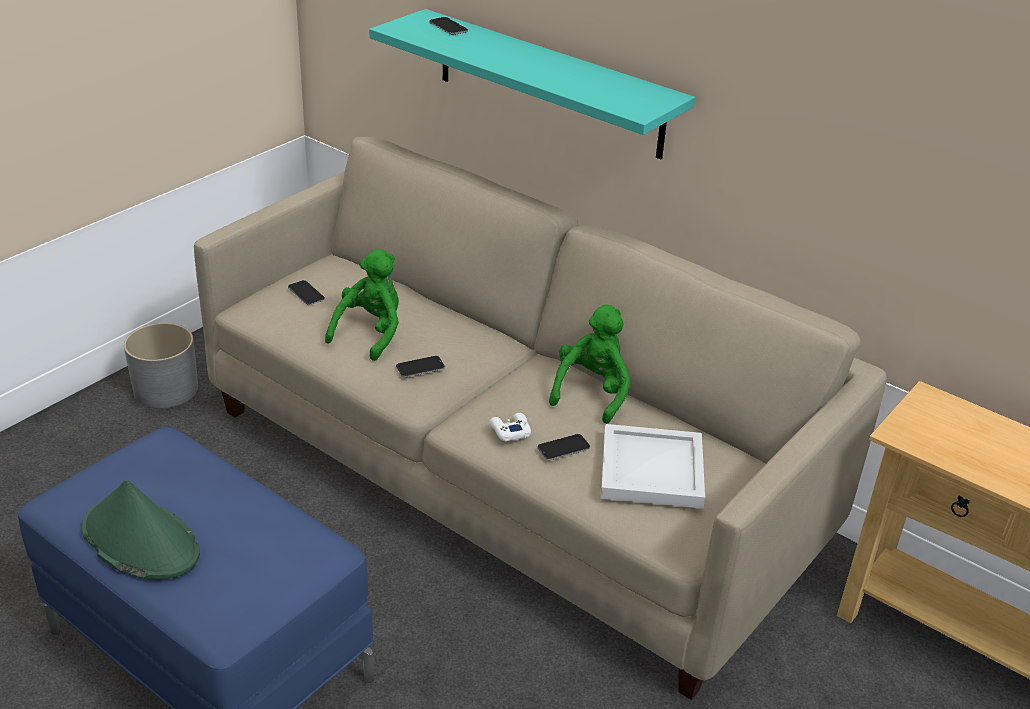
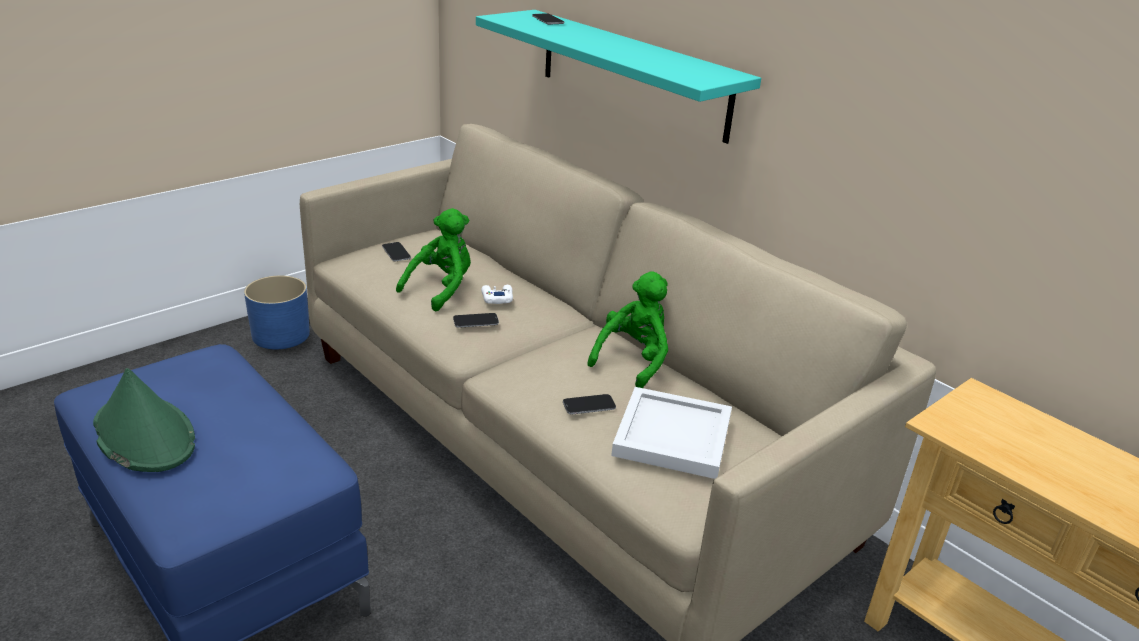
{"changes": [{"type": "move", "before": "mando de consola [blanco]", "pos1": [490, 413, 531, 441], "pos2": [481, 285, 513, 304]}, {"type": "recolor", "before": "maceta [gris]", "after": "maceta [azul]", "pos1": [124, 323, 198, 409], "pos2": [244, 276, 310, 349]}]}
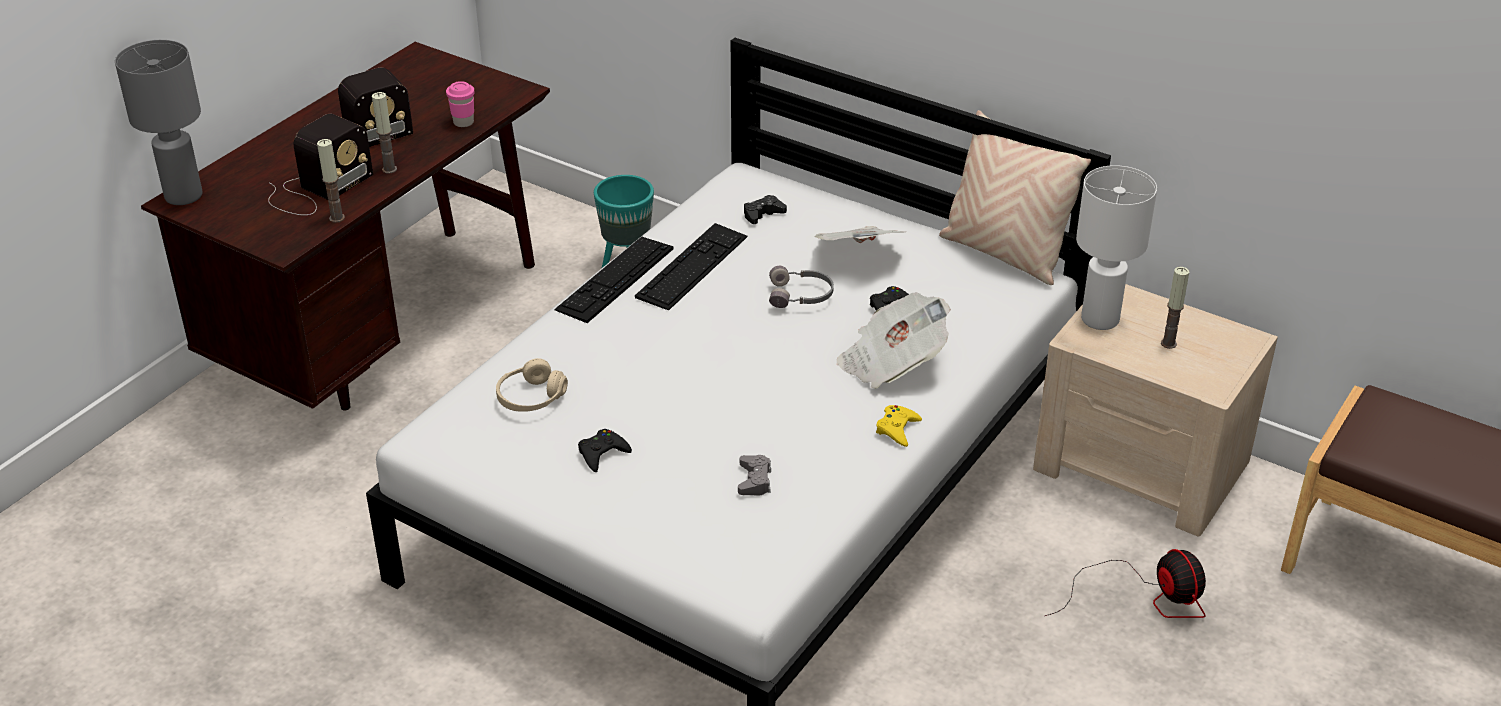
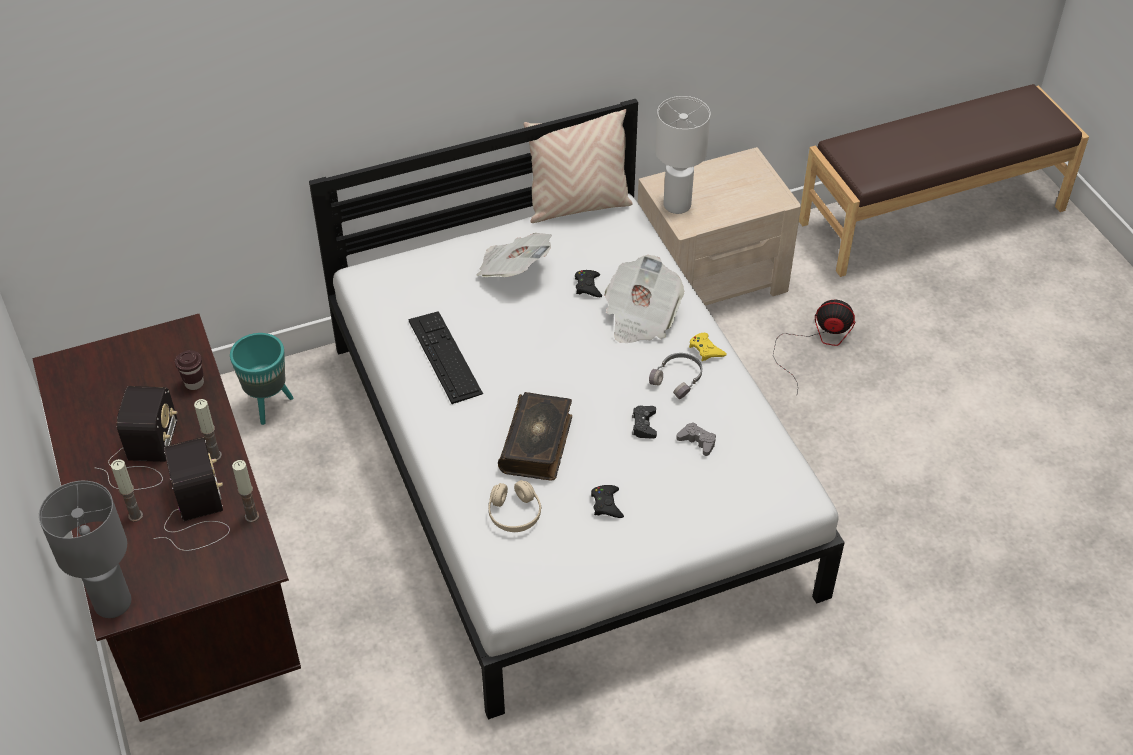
{"changes": [{"type": "delete", "before": "teclado", "pos1": [554, 237, 673, 323]}, {"type": "insert", "after": "libro", "pos2": [498, 392, 572, 480]}, {"type": "move", "before": "mando de consola [negro]", "pos1": [744, 195, 787, 224], "pos2": [632, 405, 657, 439]}, {"type": "move", "before": "auriculares [gris]", "pos1": [769, 266, 834, 308], "pos2": [649, 353, 702, 399]}, {"type": "move", "before": "vela", "pos1": [1161, 267, 1189, 349], "pos2": [111, 459, 143, 522]}, {"type": "recolor", "before": "taza [rosa]", "after": "taza [marrón]", "pos1": [446, 81, 475, 127], "pos2": [175, 350, 204, 390]}]}
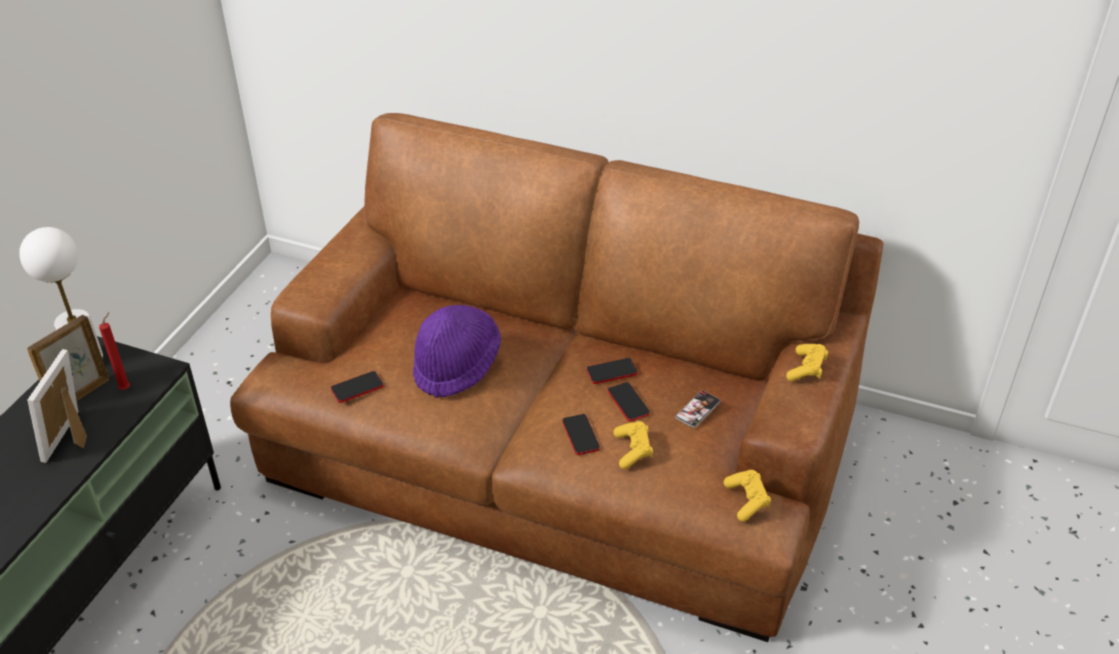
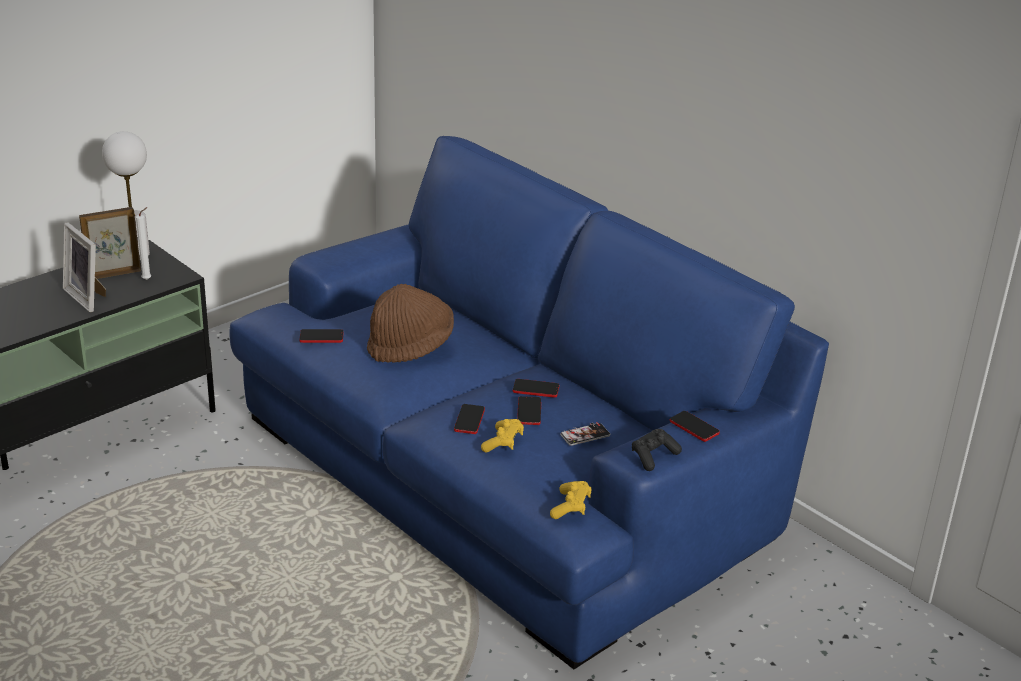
{"changes": [{"type": "insert", "after": "mando de consola [negro]", "pos2": [632, 429, 682, 471]}, {"type": "replace", "before": "mando de consola [amarillo]", "after": "móvil", "pos1": [786, 344, 828, 382], "pos2": [670, 411, 720, 442]}, {"type": "recolor", "before": "vela [rojo]", "after": "vela [blanco]", "pos1": [99, 312, 130, 390], "pos2": [136, 207, 151, 280]}, {"type": "recolor", "before": "sofá [marrón]", "after": "sofá [azul]", "pos1": [230, 113, 884, 642], "pos2": [229, 136, 829, 669]}, {"type": "recolor", "before": "sombrero [morado]", "after": "sombrero [marrón]", "pos1": [413, 305, 501, 398], "pos2": [367, 284, 454, 363]}, {"type": "rotate", "before": "portarretratos", "pos1": [27, 349, 87, 463], "pos2": [63, 222, 106, 312], "turn": -75}]}
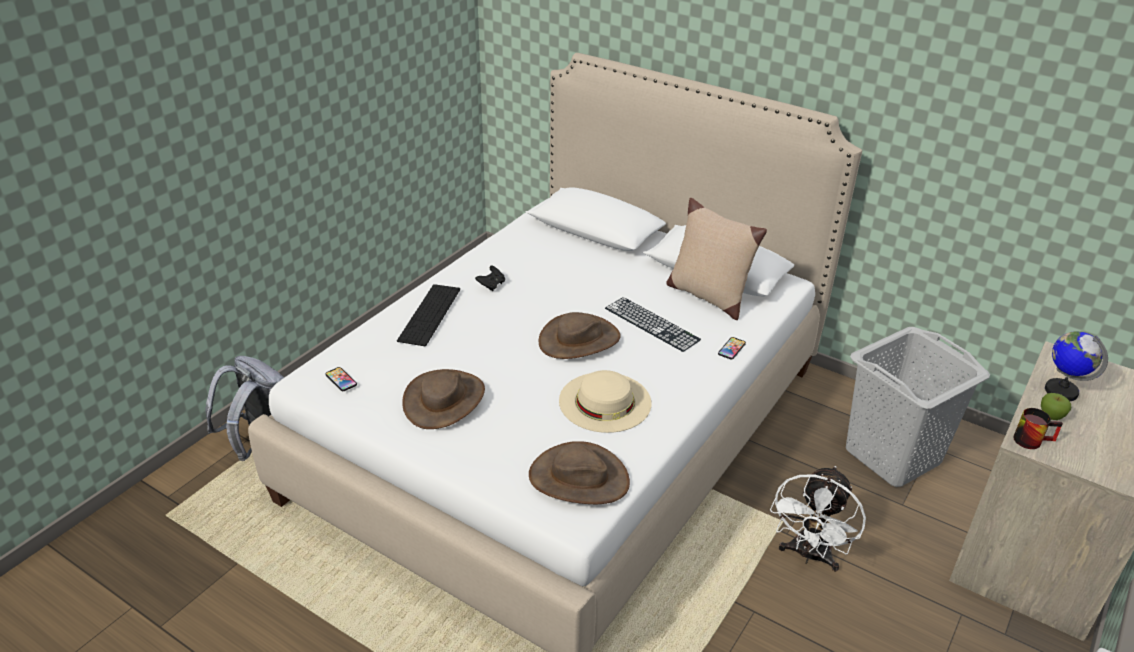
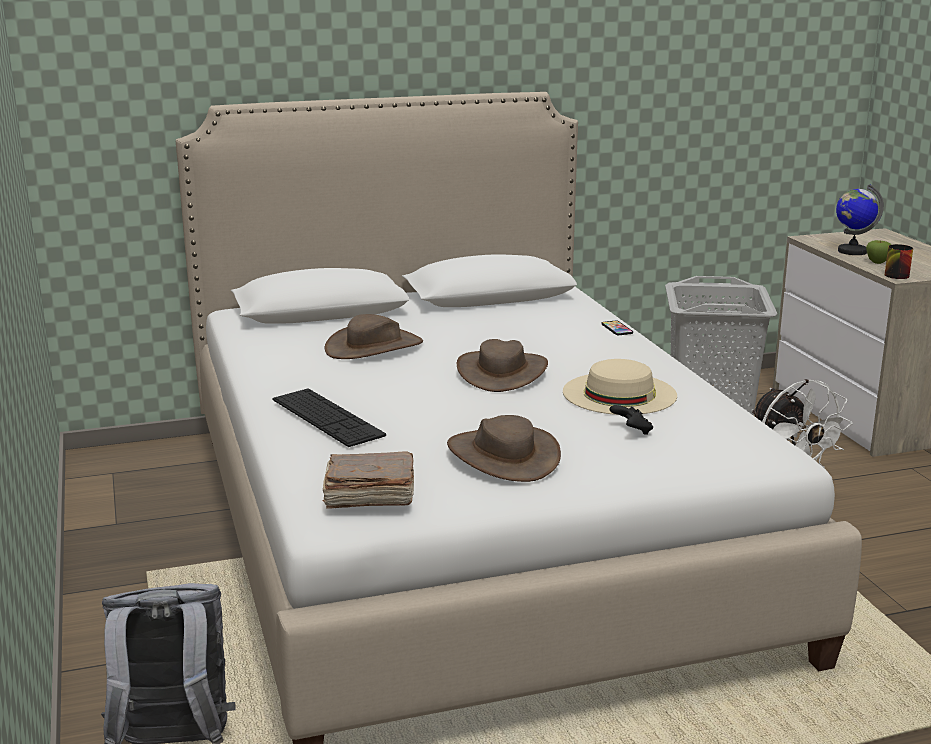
{"changes": [{"type": "delete", "before": "teclado", "pos1": [605, 297, 701, 352]}, {"type": "delete", "before": "cojín [beis]", "pos1": [666, 198, 767, 320]}, {"type": "move", "before": "mando de consola [negro]", "pos1": [475, 266, 505, 291], "pos2": [609, 405, 653, 435]}, {"type": "move", "before": "sombrero [marrón]", "pos1": [529, 441, 630, 504], "pos2": [325, 314, 423, 359]}, {"type": "replace", "before": "móvil", "after": "libro [marrón]", "pos1": [325, 367, 357, 391], "pos2": [322, 451, 414, 509]}]}
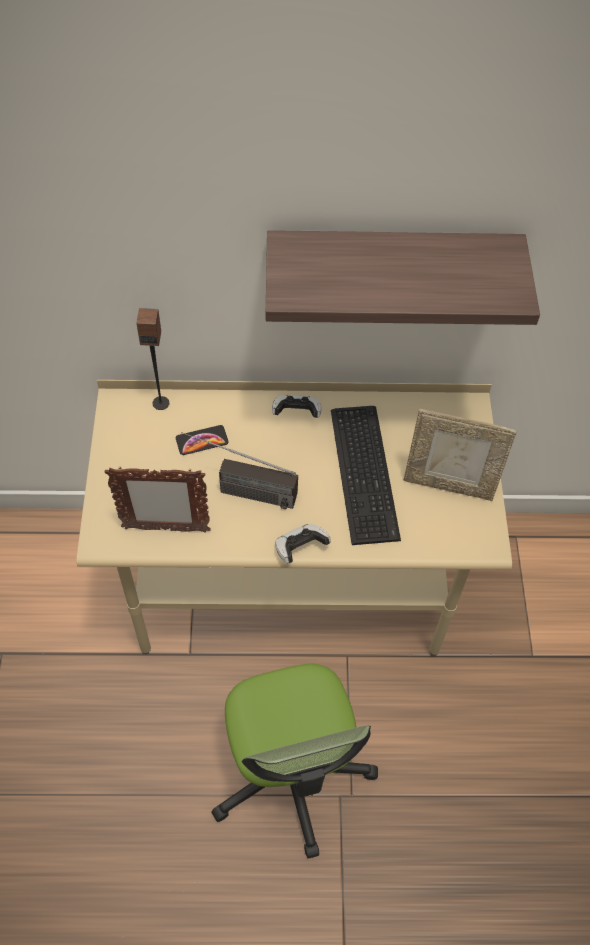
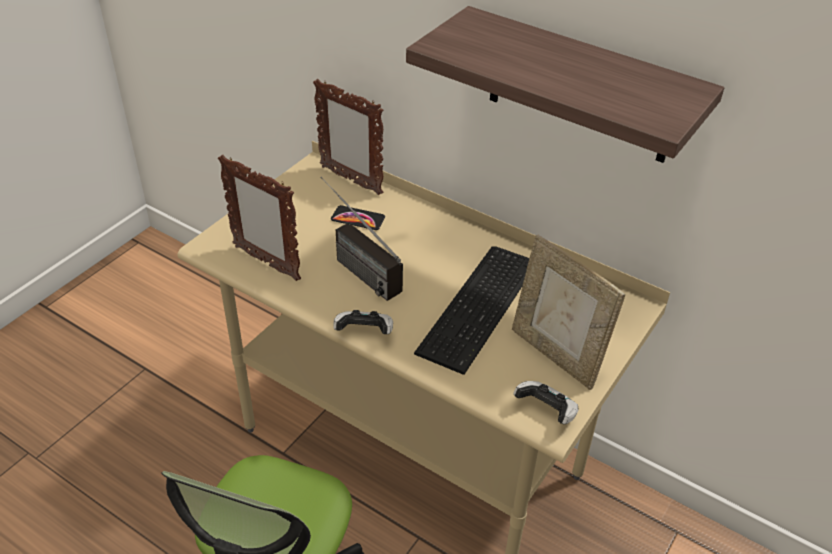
{"changes": [{"type": "move", "before": "mando de consola", "pos1": [272, 395, 322, 418], "pos2": [513, 381, 579, 424]}, {"type": "replace", "before": "altavoz", "after": "portarretratos", "pos1": [136, 308, 169, 410], "pos2": [313, 79, 383, 195]}]}
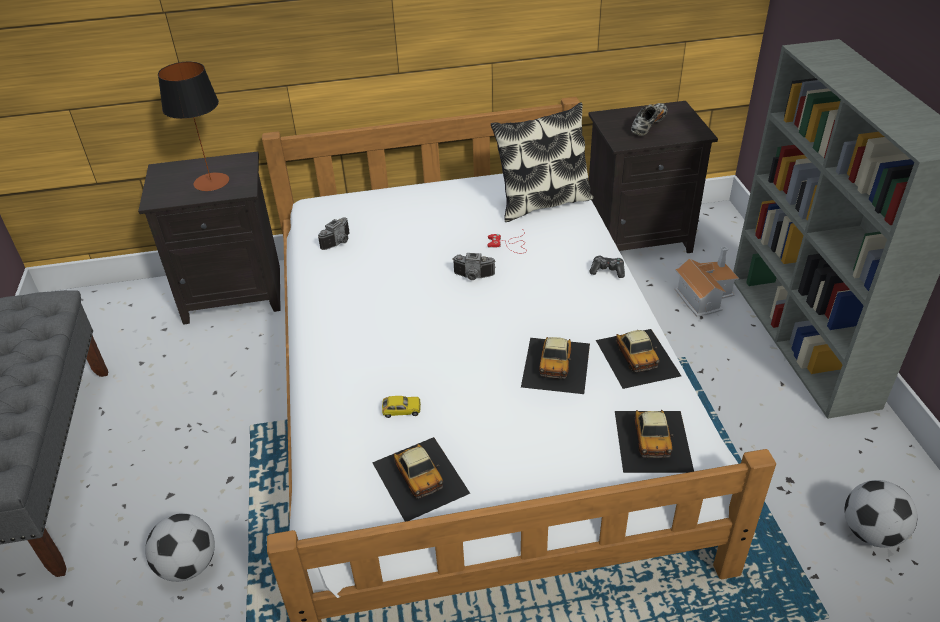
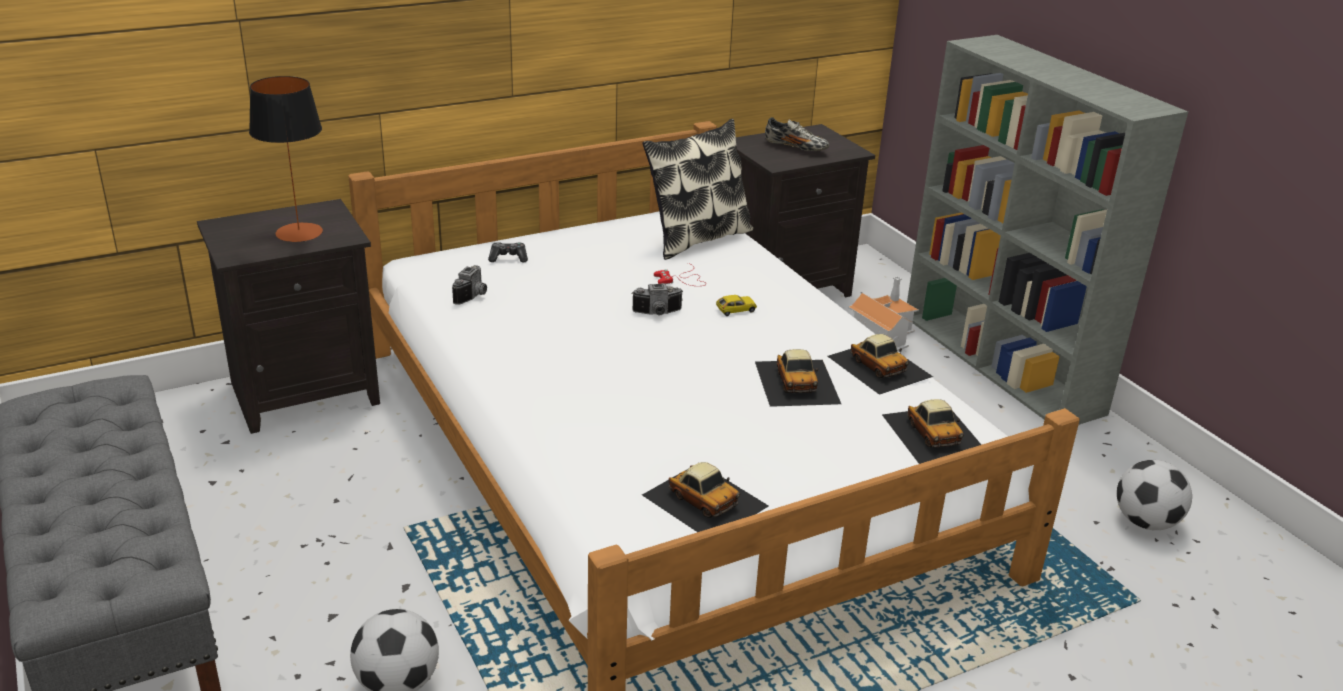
{"changes": [{"type": "move", "before": "coche de juguete", "pos1": [382, 396, 421, 418], "pos2": [716, 295, 757, 316]}, {"type": "move", "before": "mando de consola", "pos1": [589, 256, 625, 278], "pos2": [488, 242, 528, 262]}, {"type": "rotate", "before": "zapato", "pos1": [631, 103, 668, 136], "pos2": [765, 117, 829, 151], "turn": 105}]}
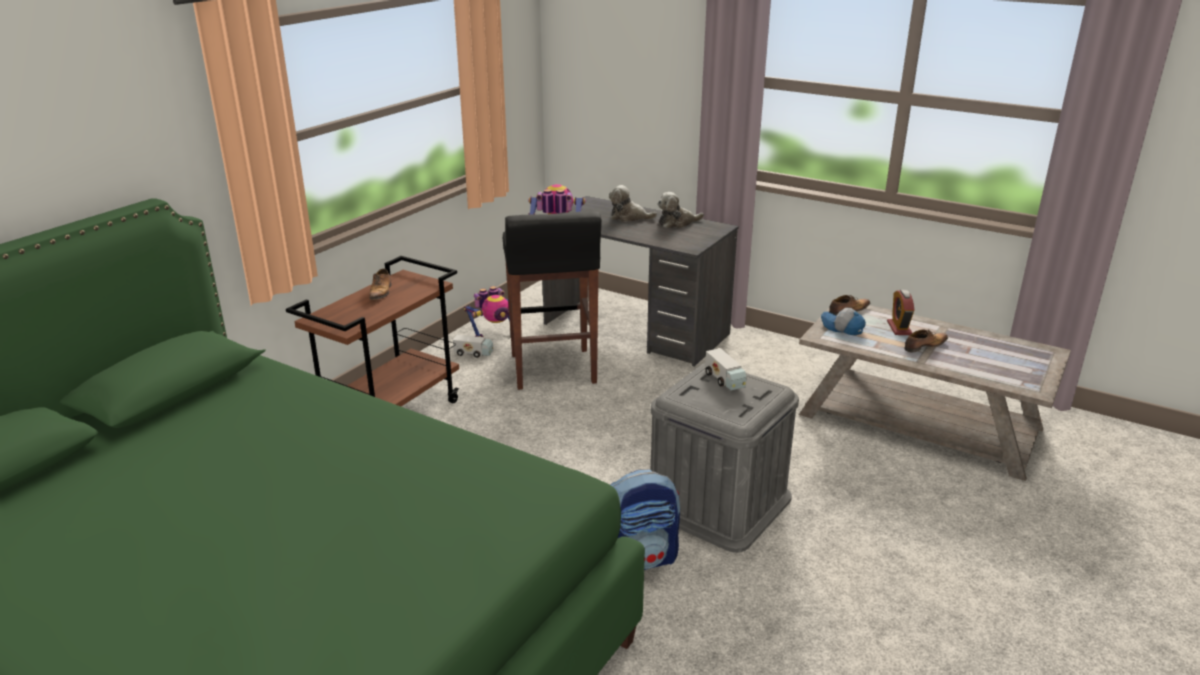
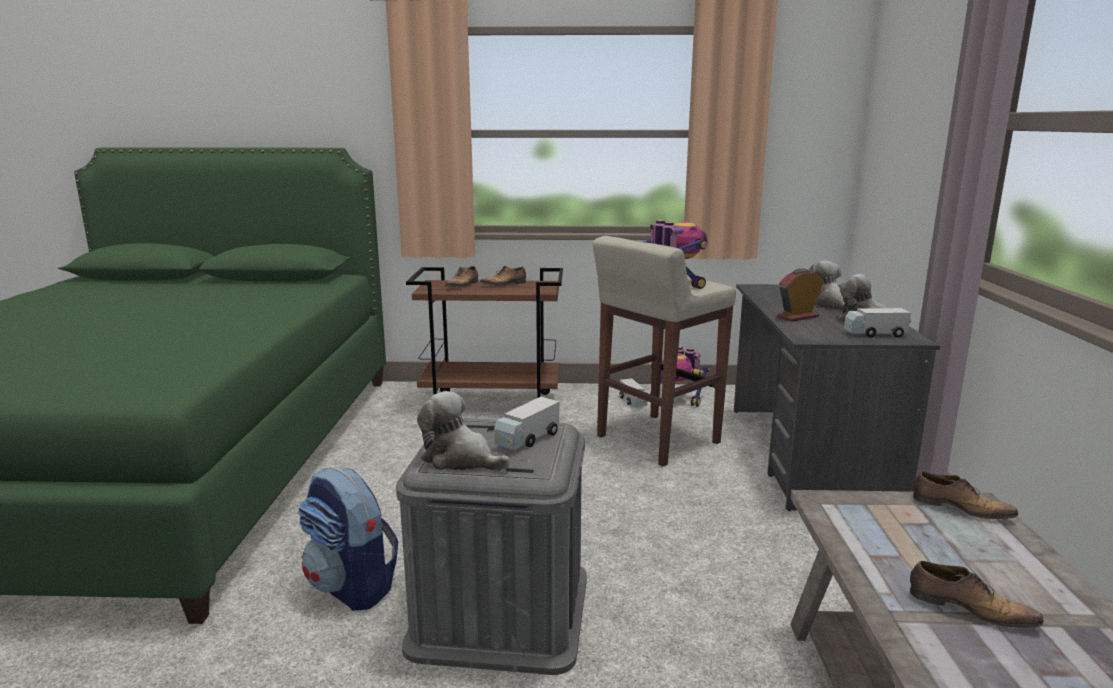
{"changes": [{"type": "delete", "before": "gorra", "pos1": [821, 308, 866, 335]}, {"type": "insert", "after": "peluche", "pos2": [417, 391, 510, 470]}, {"type": "insert", "after": "zapato", "pos2": [445, 266, 478, 288]}, {"type": "insert", "after": "camión de juguete", "pos2": [844, 308, 911, 338]}, {"type": "move", "before": "despertador", "pos1": [887, 289, 914, 335], "pos2": [777, 268, 823, 322]}, {"type": "recolor", "before": "taburete [negro]", "after": "taburete [beis]", "pos1": [503, 211, 602, 390], "pos2": [593, 236, 736, 467]}]}
